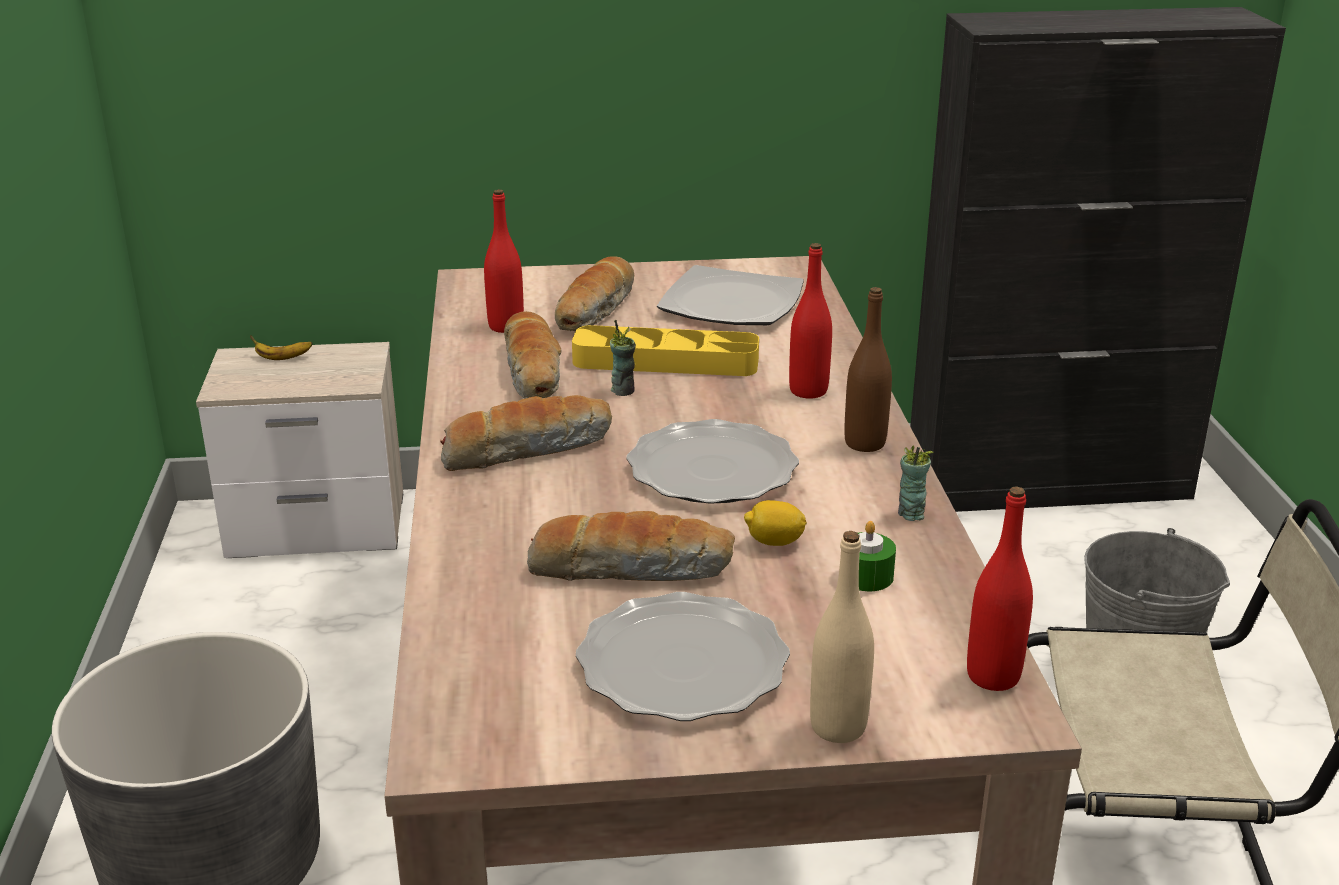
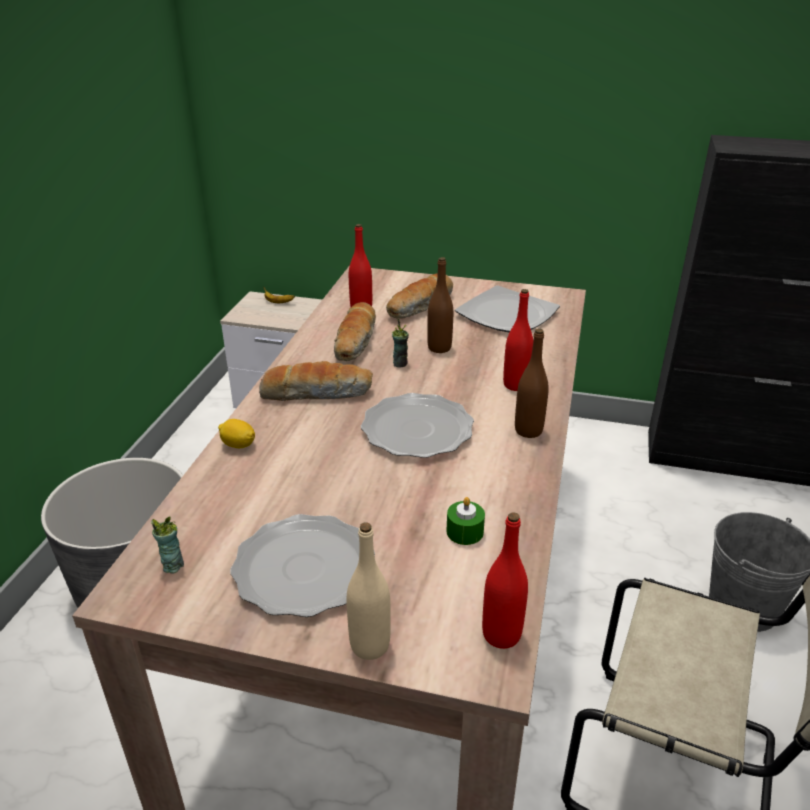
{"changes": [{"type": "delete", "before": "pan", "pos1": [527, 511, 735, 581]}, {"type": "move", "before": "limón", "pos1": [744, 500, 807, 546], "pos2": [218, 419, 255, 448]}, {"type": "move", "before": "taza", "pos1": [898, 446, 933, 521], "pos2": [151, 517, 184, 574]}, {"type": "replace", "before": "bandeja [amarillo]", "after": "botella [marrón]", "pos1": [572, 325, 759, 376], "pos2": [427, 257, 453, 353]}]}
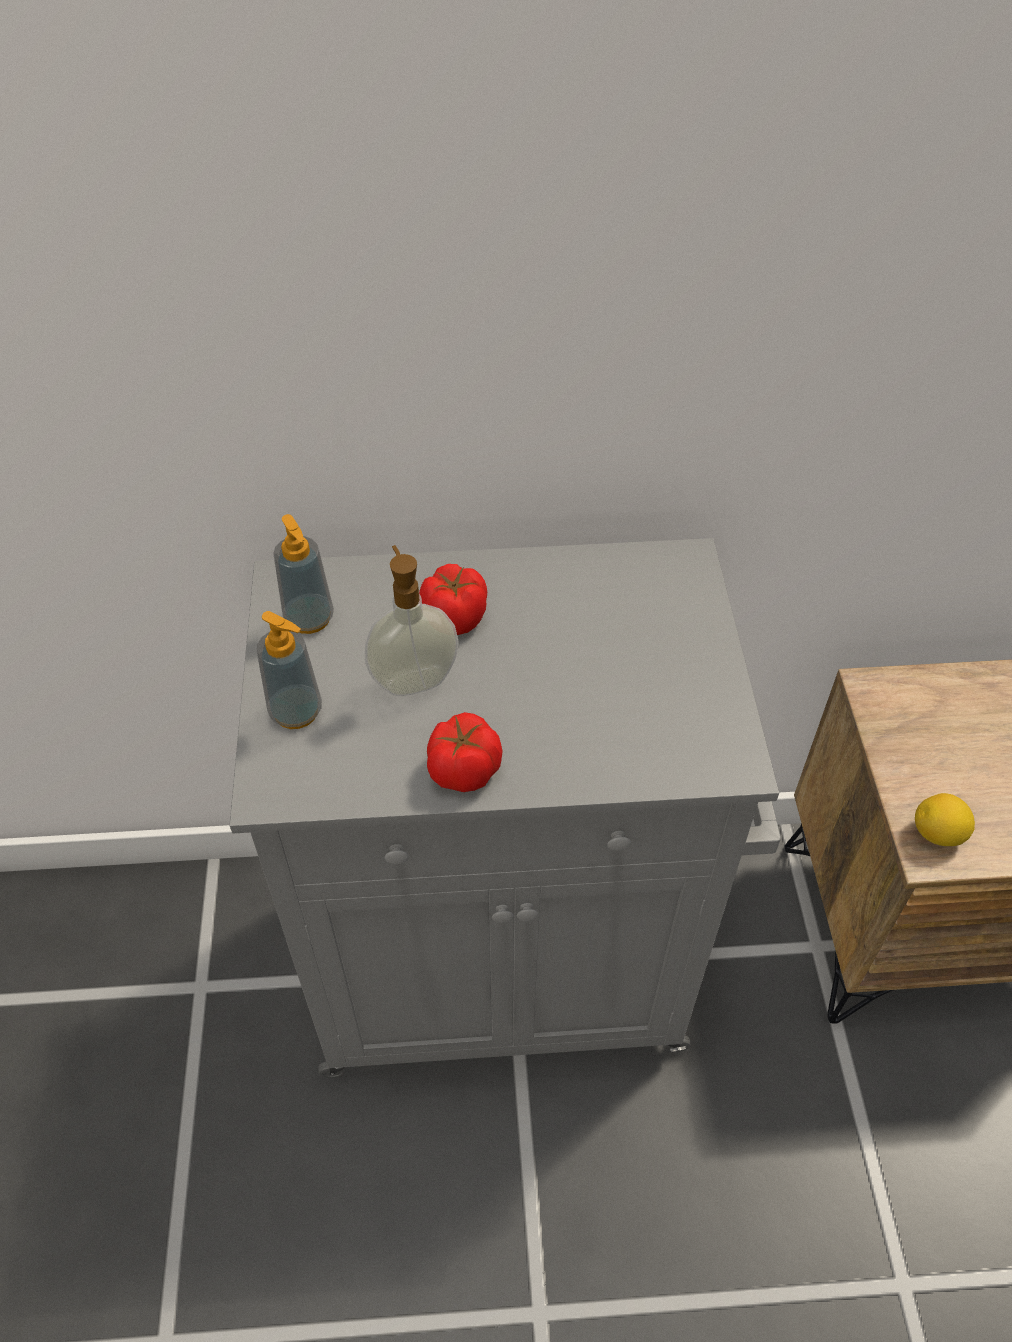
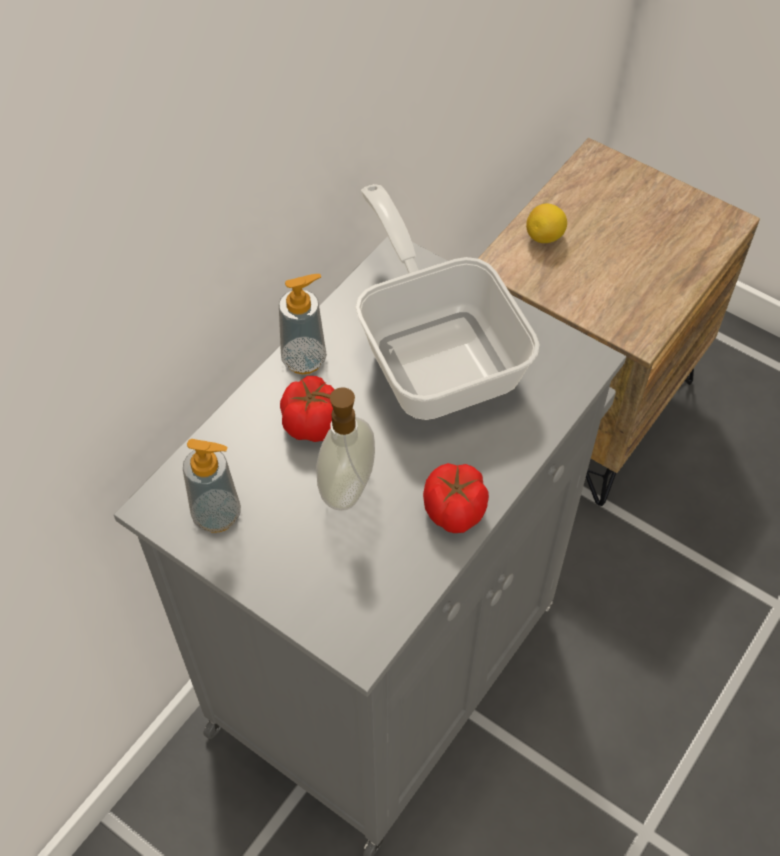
{"changes": [{"type": "insert", "after": "sartén", "pos2": [355, 184, 539, 420]}, {"type": "move", "before": "dispensador de jabón", "pos1": [257, 611, 322, 729], "pos2": [279, 274, 327, 374]}, {"type": "move", "before": "limón", "pos1": [915, 793, 975, 846], "pos2": [526, 203, 567, 243]}]}
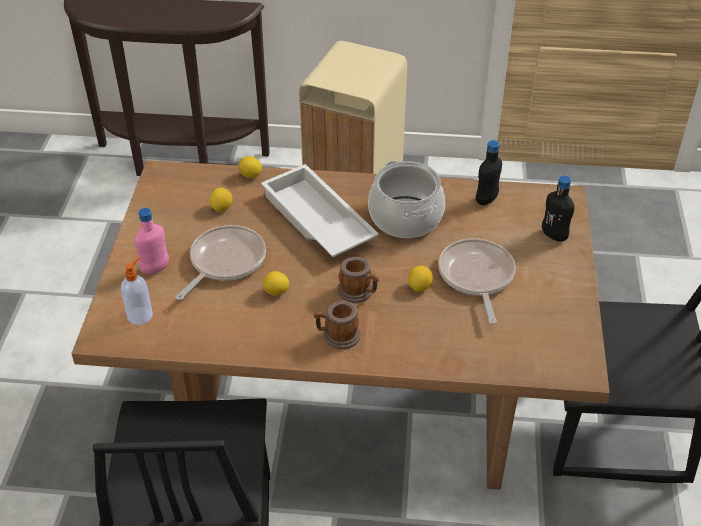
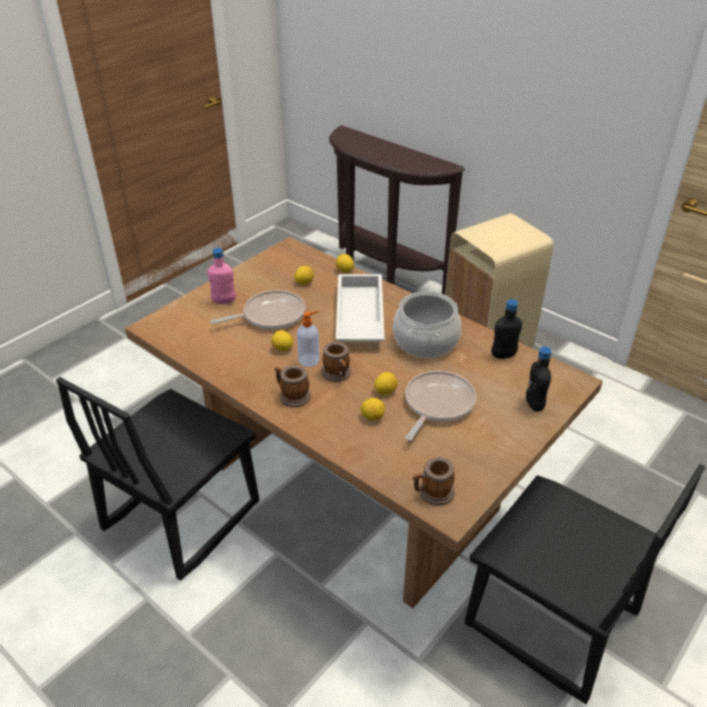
{"changes": [{"type": "insert", "after": "limón", "pos2": [361, 398, 385, 420]}, {"type": "insert", "after": "taza grande", "pos2": [413, 457, 455, 506]}, {"type": "move", "before": "dispensador de jabón", "pos1": [121, 257, 153, 325], "pos2": [297, 311, 320, 367]}]}
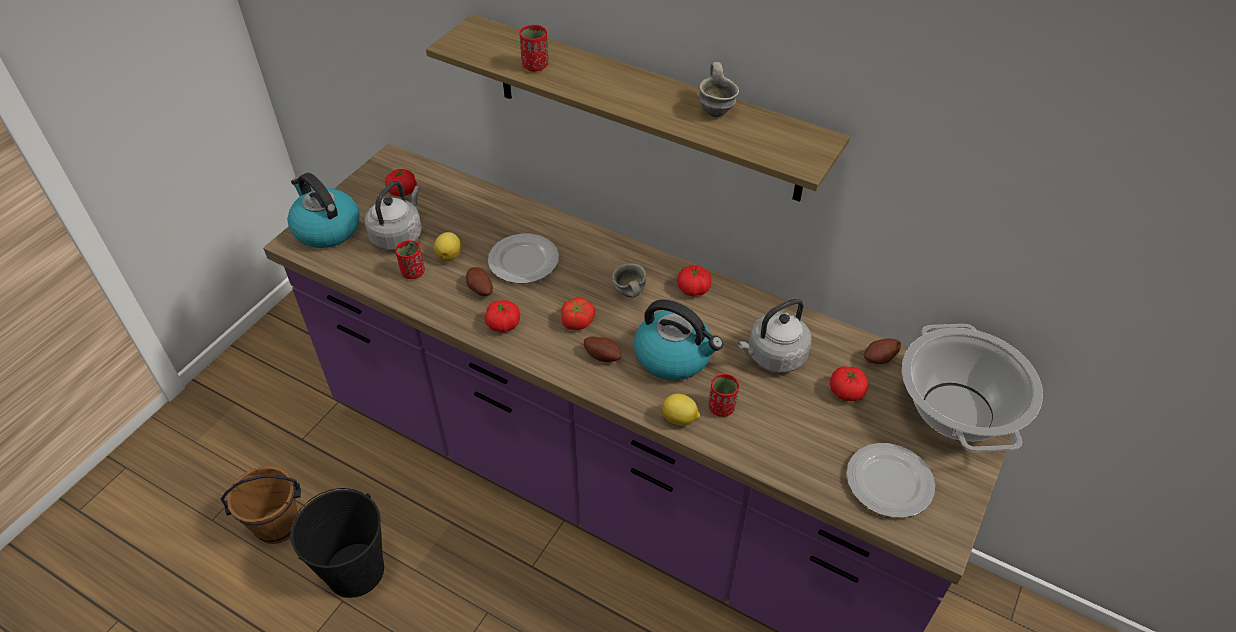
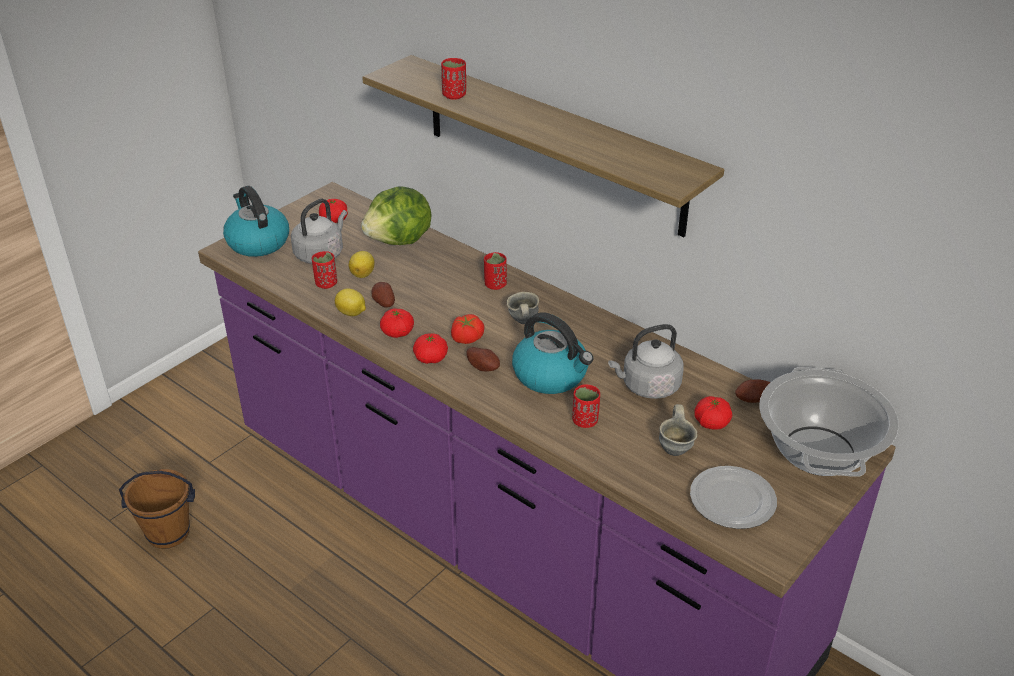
{"changes": [{"type": "delete", "before": "cubo [negro]", "pos1": [290, 488, 384, 598]}, {"type": "delete", "before": "plato", "pos1": [488, 234, 559, 283]}, {"type": "insert", "after": "lechuga", "pos2": [361, 186, 431, 245]}, {"type": "insert", "after": "taza [rojo]", "pos2": [484, 252, 507, 290]}, {"type": "move", "before": "limón", "pos1": [661, 393, 700, 426], "pos2": [335, 288, 366, 316]}, {"type": "move", "before": "tomate", "pos1": [677, 265, 711, 297], "pos2": [413, 333, 448, 364]}, {"type": "move", "before": "taza grande [gris]", "pos1": [699, 62, 739, 117], "pos2": [659, 404, 697, 456]}]}
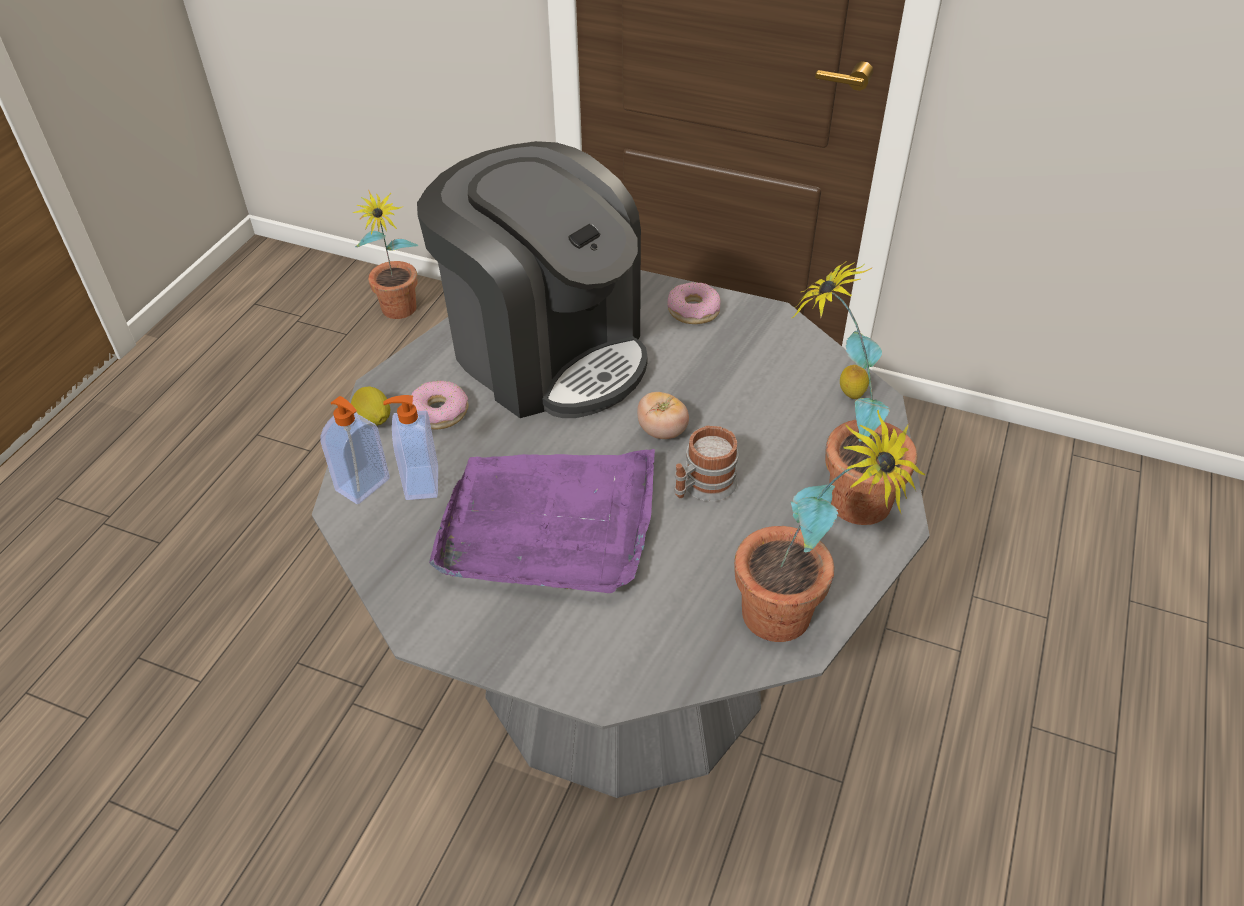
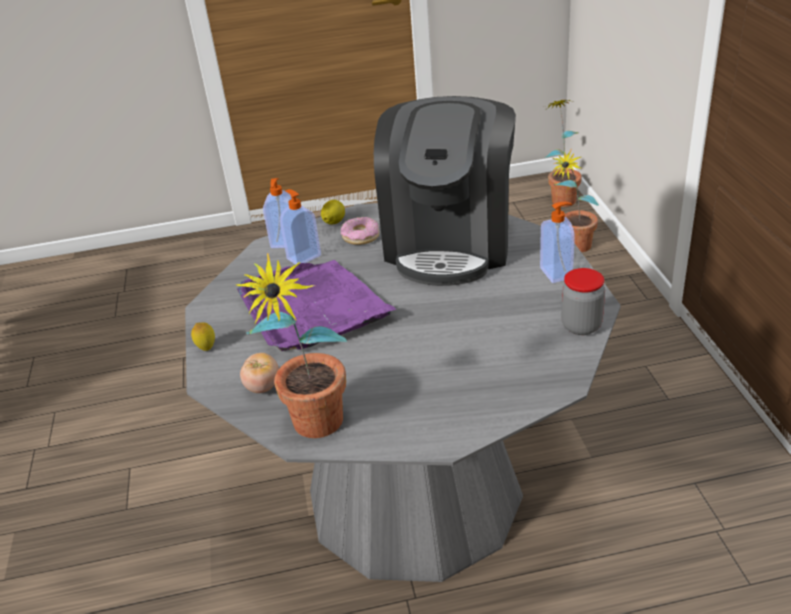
{"changes": [{"type": "delete", "before": "taza grande", "pos1": [674, 425, 738, 501]}, {"type": "insert", "after": "tarro", "pos2": [561, 268, 605, 335]}, {"type": "move", "before": "tomate", "pos1": [637, 392, 689, 439], "pos2": [240, 353, 279, 393]}, {"type": "move", "before": "planta en maceta", "pos1": [791, 261, 918, 525], "pos2": [545, 100, 582, 207]}, {"type": "move", "before": "limón", "pos1": [840, 365, 869, 399], "pos2": [191, 322, 215, 351]}, {"type": "replace", "before": "rosquilla", "after": "dispensador de jabón", "pos1": [668, 282, 720, 324], "pos2": [540, 202, 575, 283]}]}
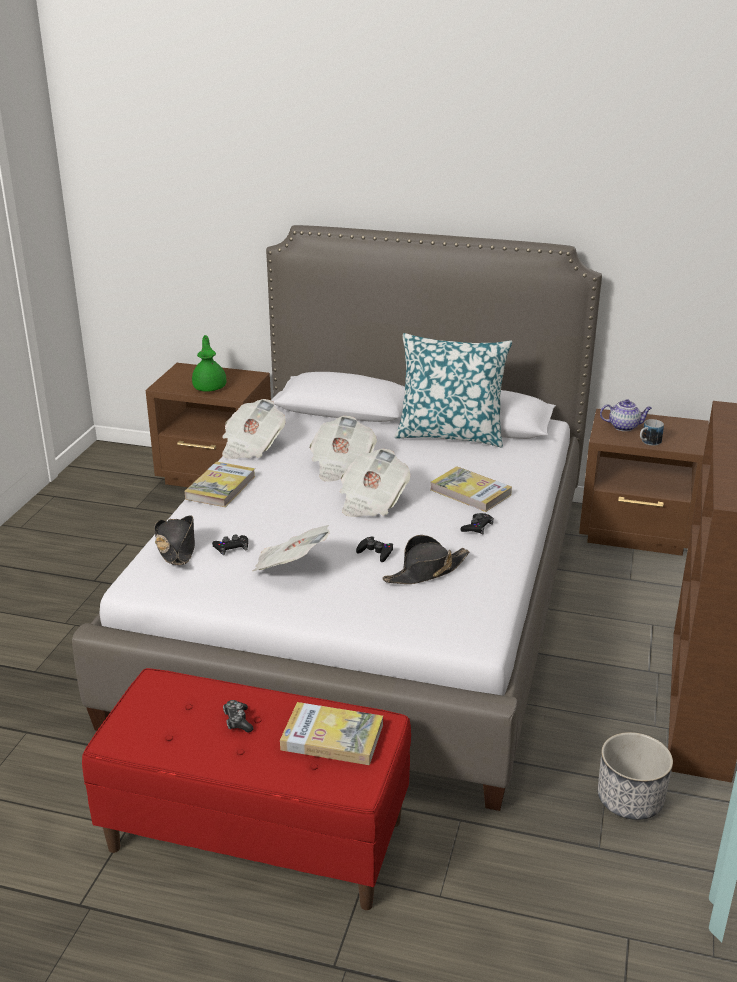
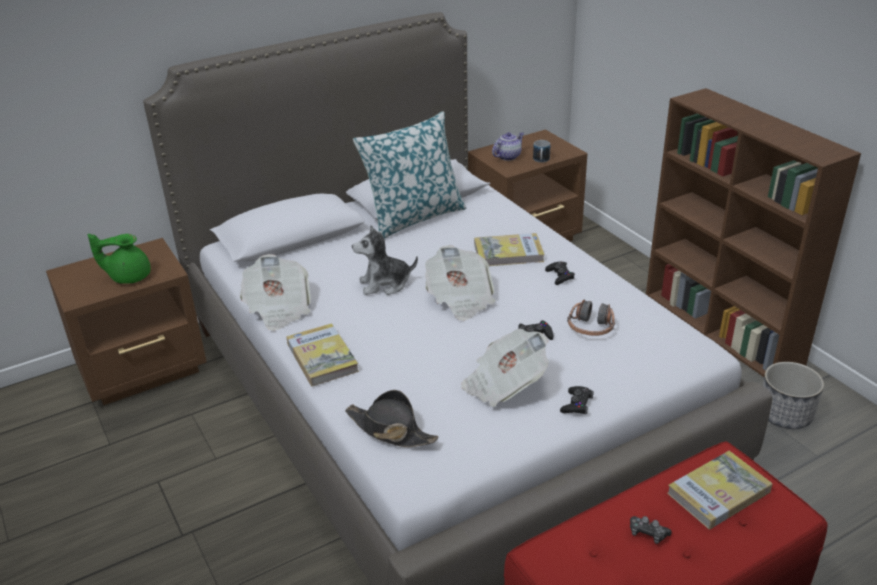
{"changes": [{"type": "move", "before": "mando de consola [negro]", "pos1": [212, 534, 248, 555], "pos2": [560, 386, 594, 415]}, {"type": "replace", "before": "periódico", "after": "peluche", "pos1": [310, 416, 377, 482], "pos2": [352, 225, 418, 295]}, {"type": "replace", "before": "sombrero [negro]", "after": "auriculares", "pos1": [383, 535, 469, 584], "pos2": [567, 299, 615, 336]}, {"type": "rotate", "before": "tetera [verde]", "pos1": [192, 335, 226, 392], "pos2": [88, 234, 151, 284], "turn": -45}]}
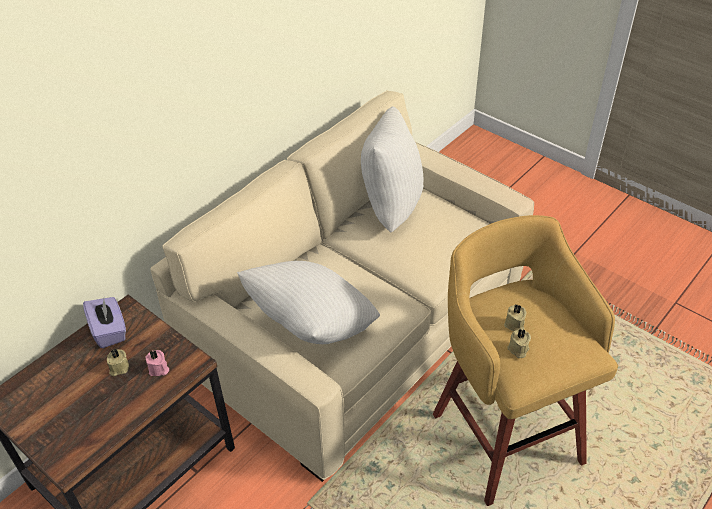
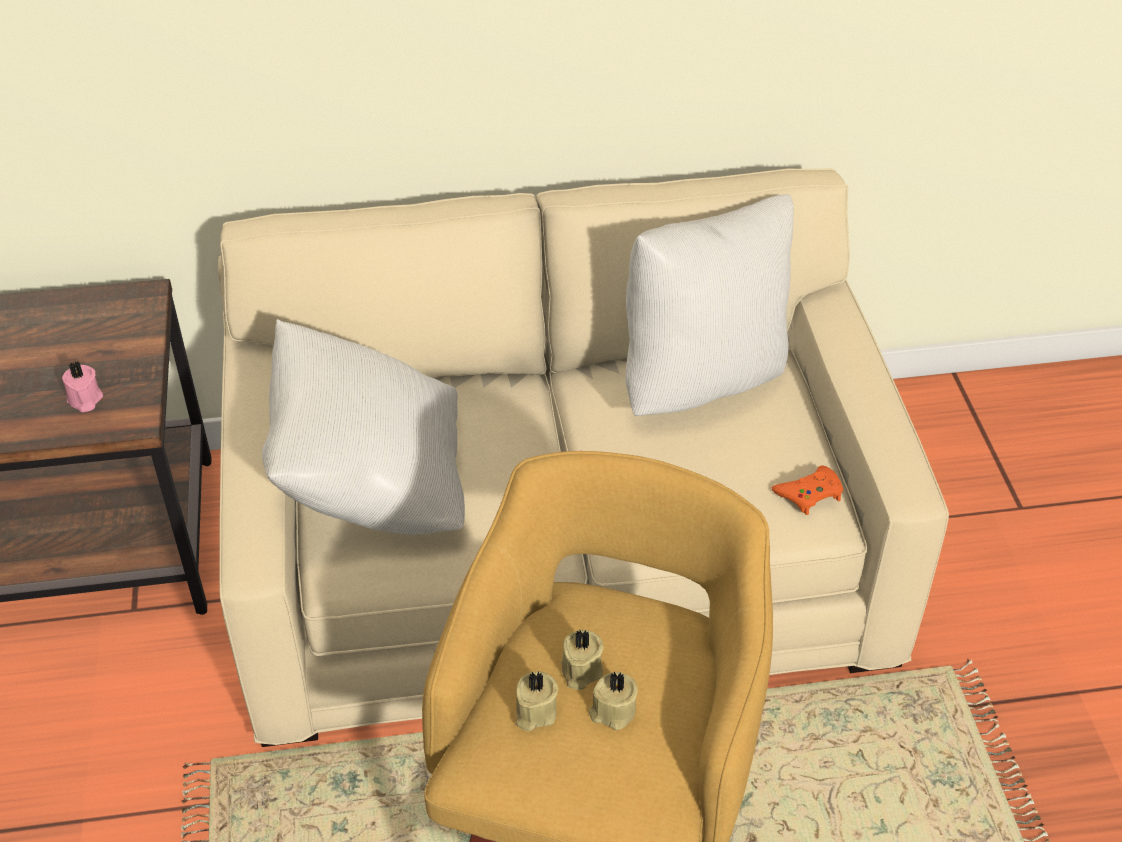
{"changes": [{"type": "delete", "before": "caja de pañuelos [morado]", "pos1": [83, 297, 126, 348]}, {"type": "insert", "after": "mando de consola [naranja]", "pos2": [771, 465, 843, 515]}, {"type": "move", "before": "vela [beis]", "pos1": [107, 349, 129, 376], "pos2": [589, 672, 638, 730]}]}
